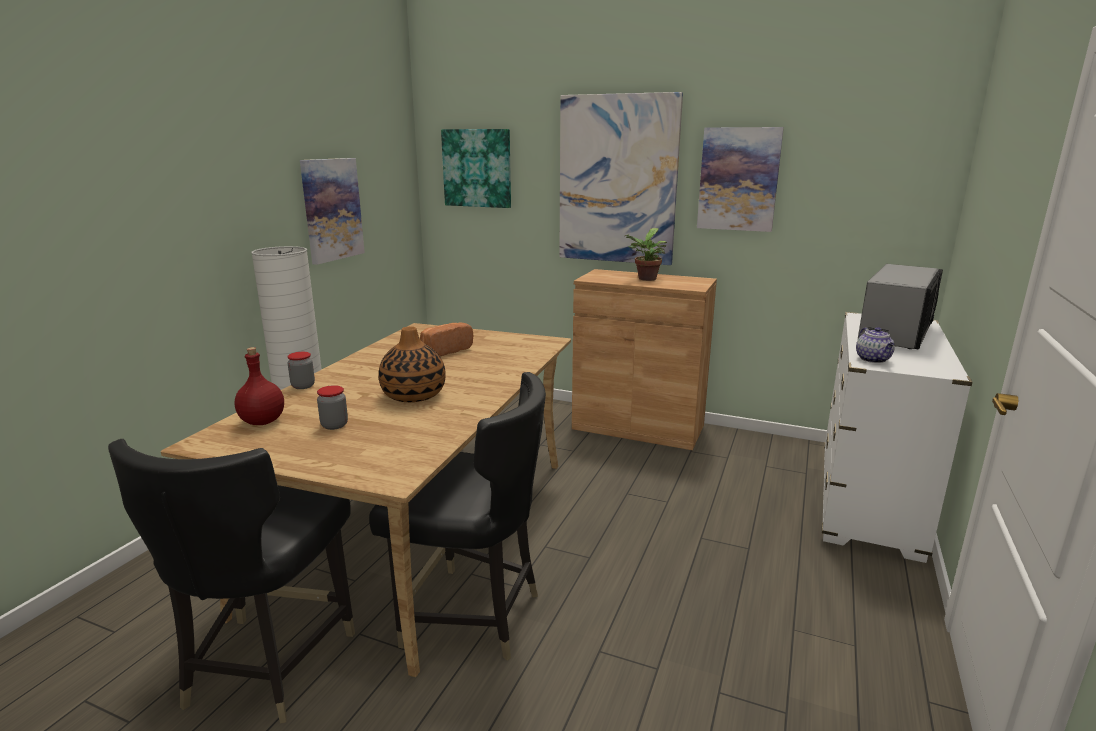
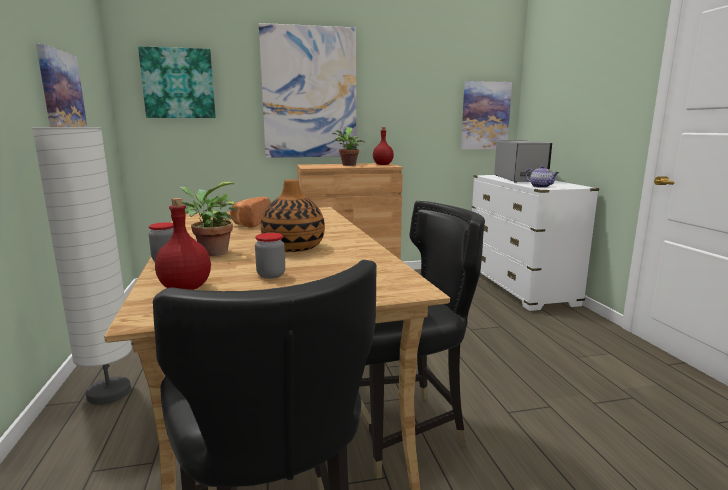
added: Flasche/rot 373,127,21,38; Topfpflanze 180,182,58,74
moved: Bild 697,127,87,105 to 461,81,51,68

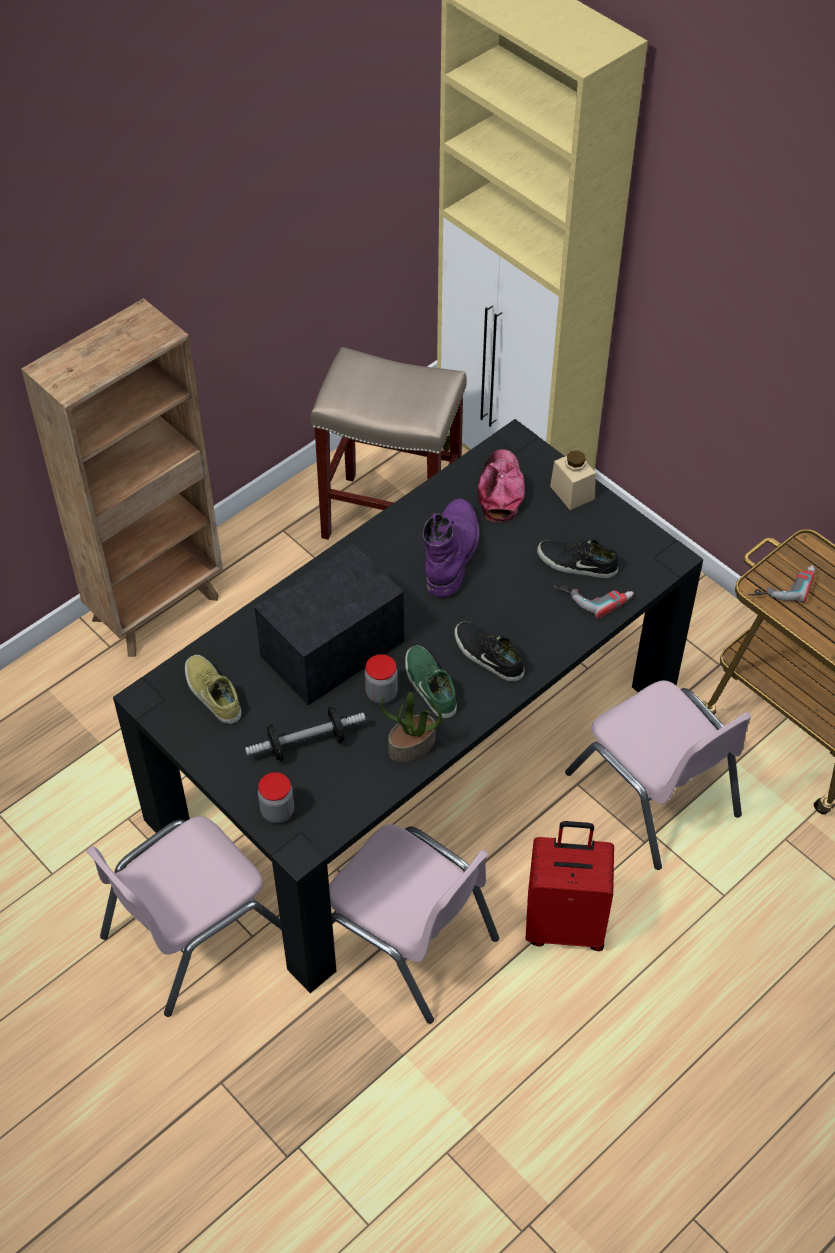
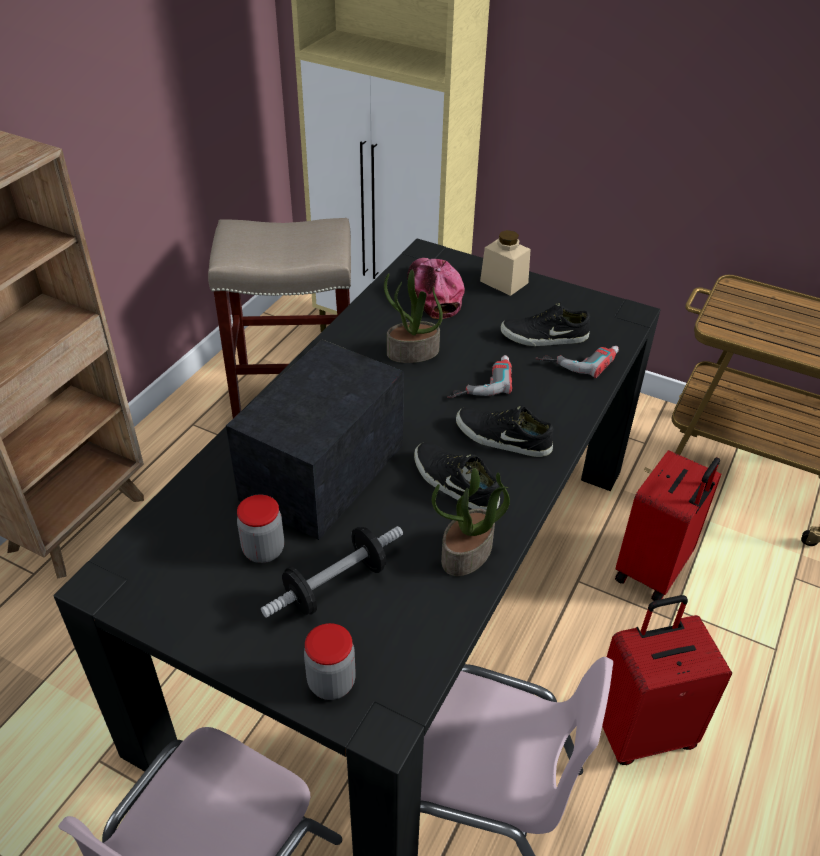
removed: Schuh/beige 185,655,56,69
moved: Bohrmaschine 748,565,67,38 to 447,355,65,43; Vorratsglas 365,654,33,50 to 237,495,47,68
replaced: Stiefel/lila 422,499,58,98 to Topfpflanze 384,270,59,93; Stuhl/rosa 565,681,187,189 to Koffer/rot 615,450,106,151
recoloured: Schuh/grün 405,645,52,73 to Schuh/schwarz 414,442,86,68

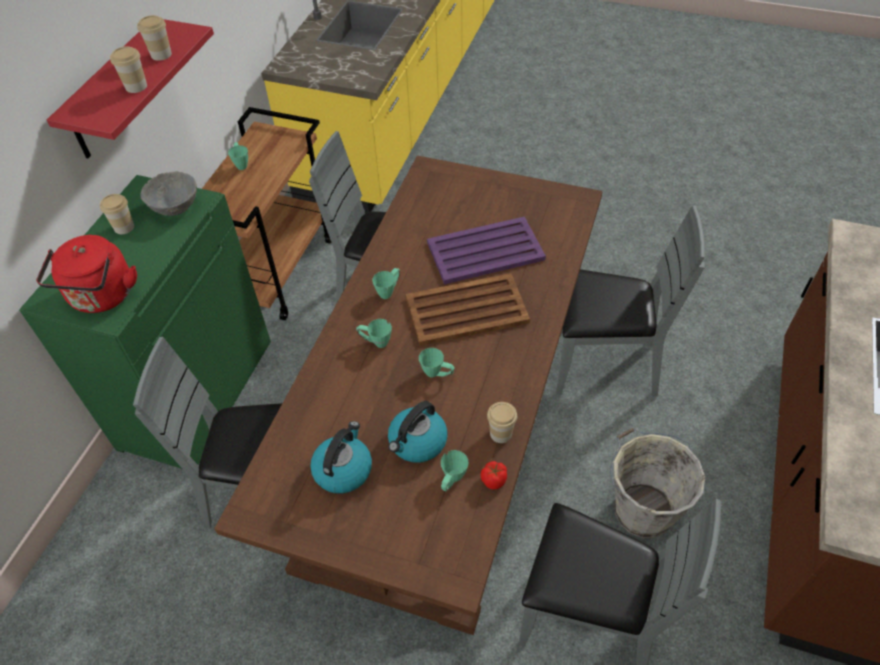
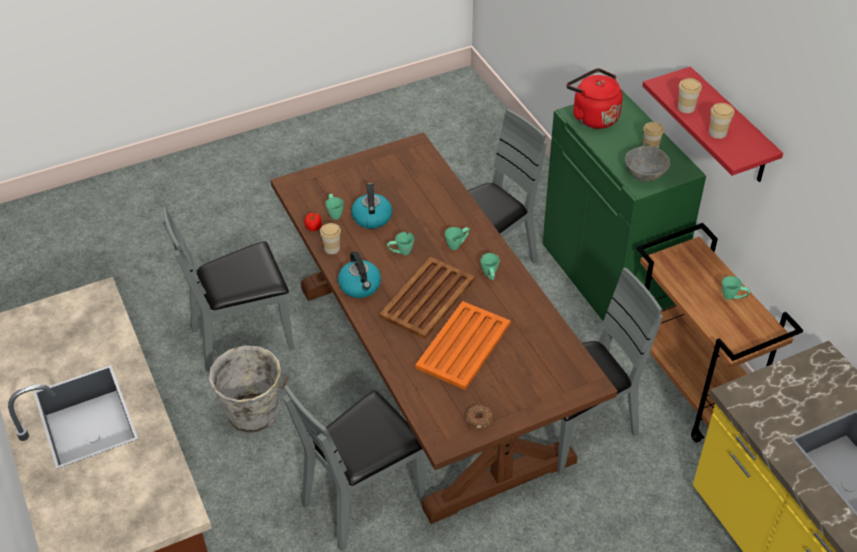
added: Donut 466,404,27,24
moved: Wasserkessel 310,421,62,73 to 338,251,43,47
recoloured: Tablett/lila 427,216,119,68 to Tablett/orange 415,301,96,89

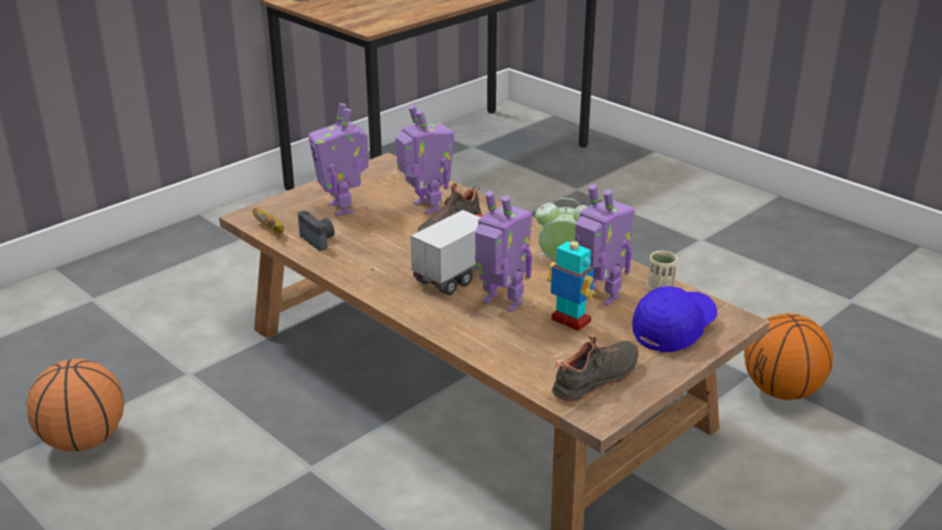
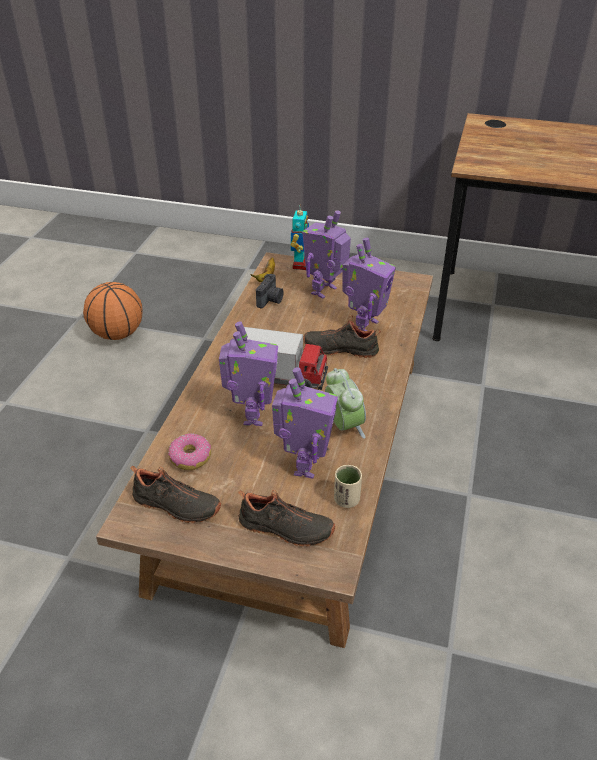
removed: Basketball 744,313,89,87
added: Donut 168,433,43,37
moved: Spielzeugroboter 547,233,49,98 to 291,205,18,65
replaced: Kappe/blau 632,286,86,66 to Schuh/schwarz 238,490,97,57

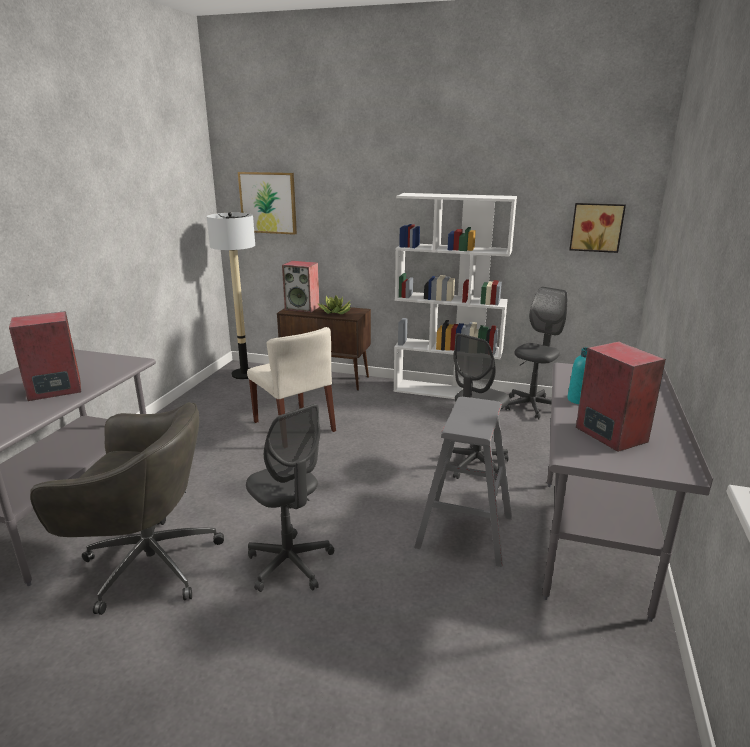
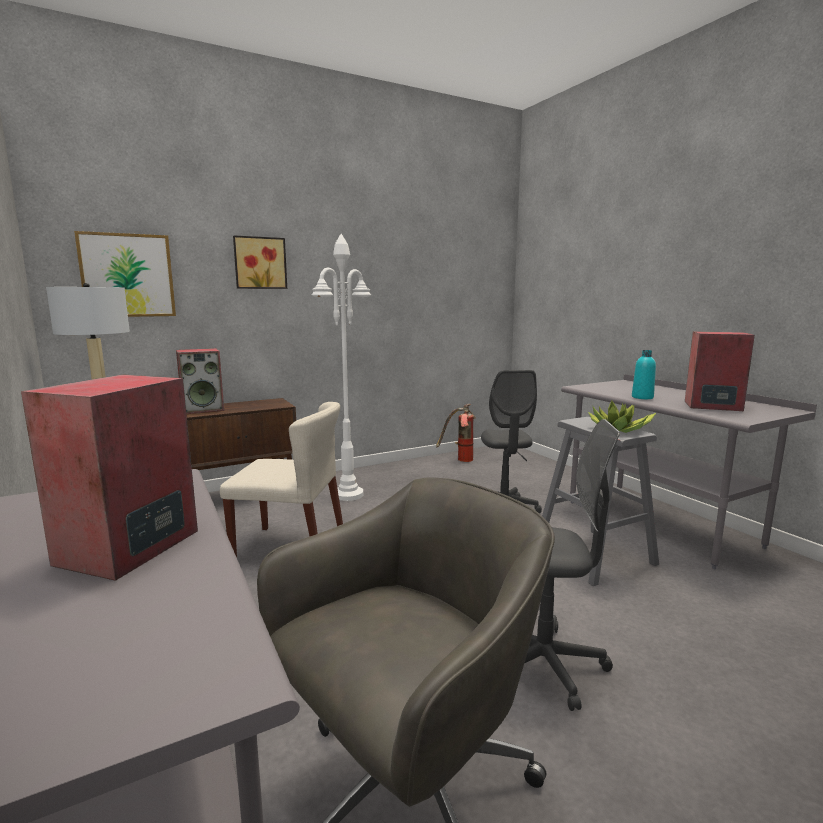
removed: Bücherregal/weiß 394,193,123,206
added: Stehlampe/weiß 312,234,59,267
moved: Bild 569,203,57,50 to 233,235,54,54; Topfpflanze 318,295,33,19 to 588,401,68,32
replaced: Bürostuhl/grau 505,287,63,133 to Feuerlöscher 436,404,40,58

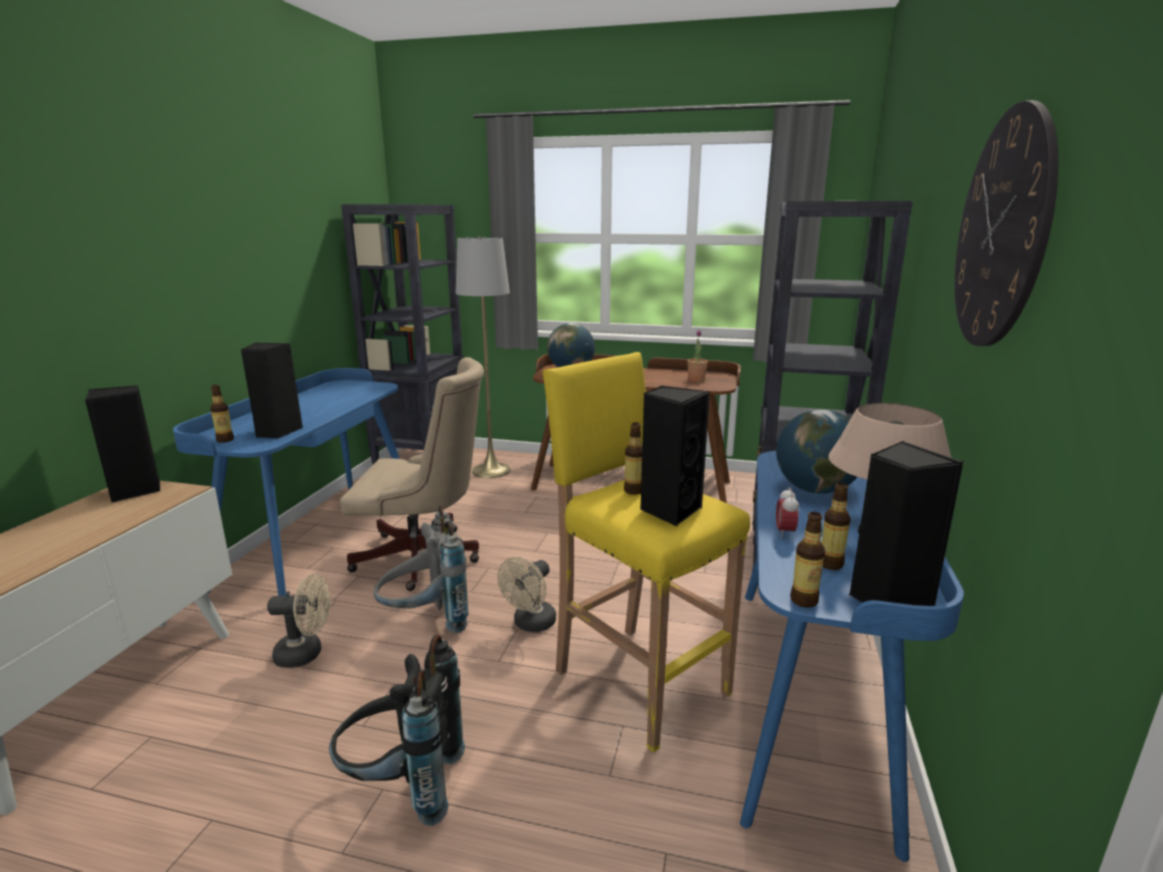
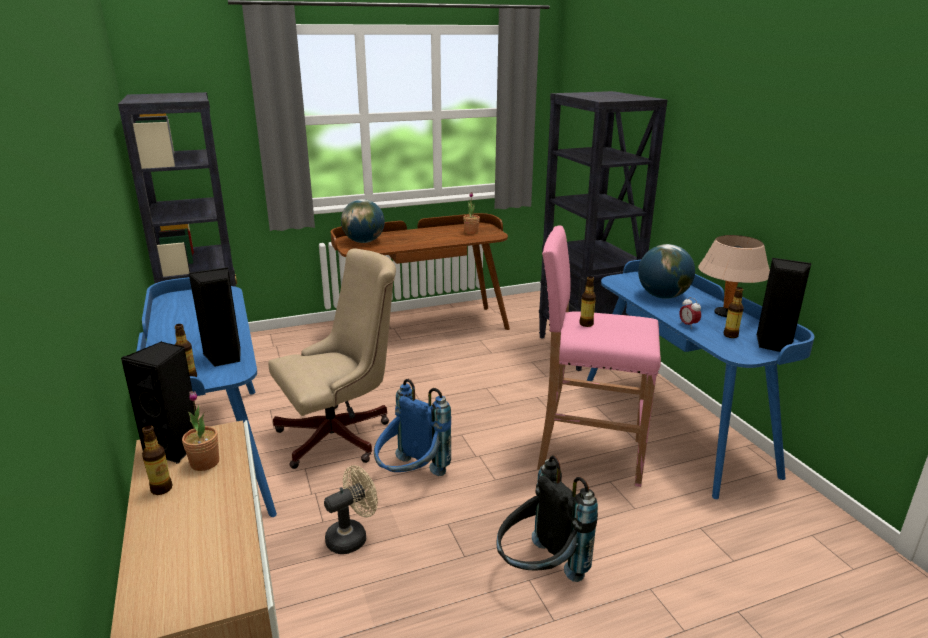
removed: Wanduhr 955,100,103,246; Stehlampe/grau 455,236,56,242; Lautsprecher/schwarz 640,386,70,140; Ventilator/beige 497,557,59,75
added: Topfpflanze 182,391,37,80
moved: Flasche 790,512,35,96 to 142,425,31,70
recoloured: Hocker/gelb 542,352,208,401 to Hocker/rosa 537,225,124,262; Rucksack/grau 374,505,95,128 to Rucksack/blau 374,379,77,97

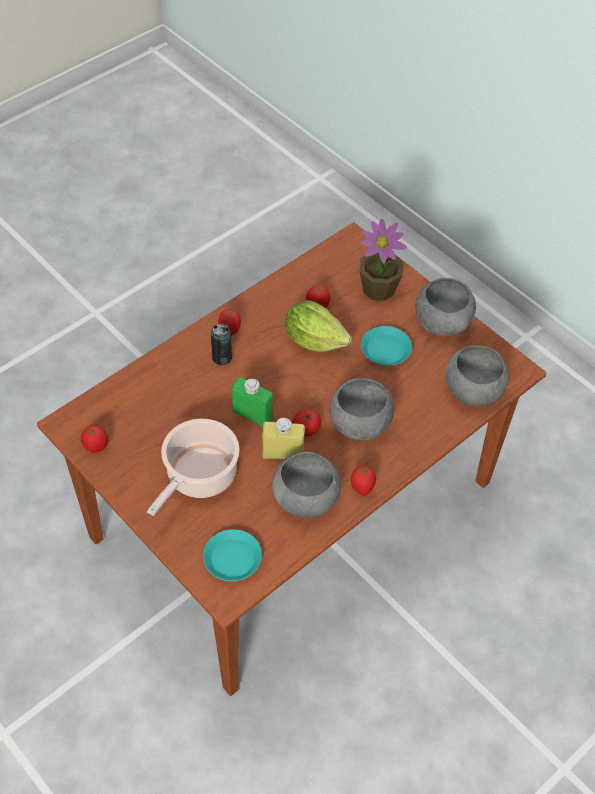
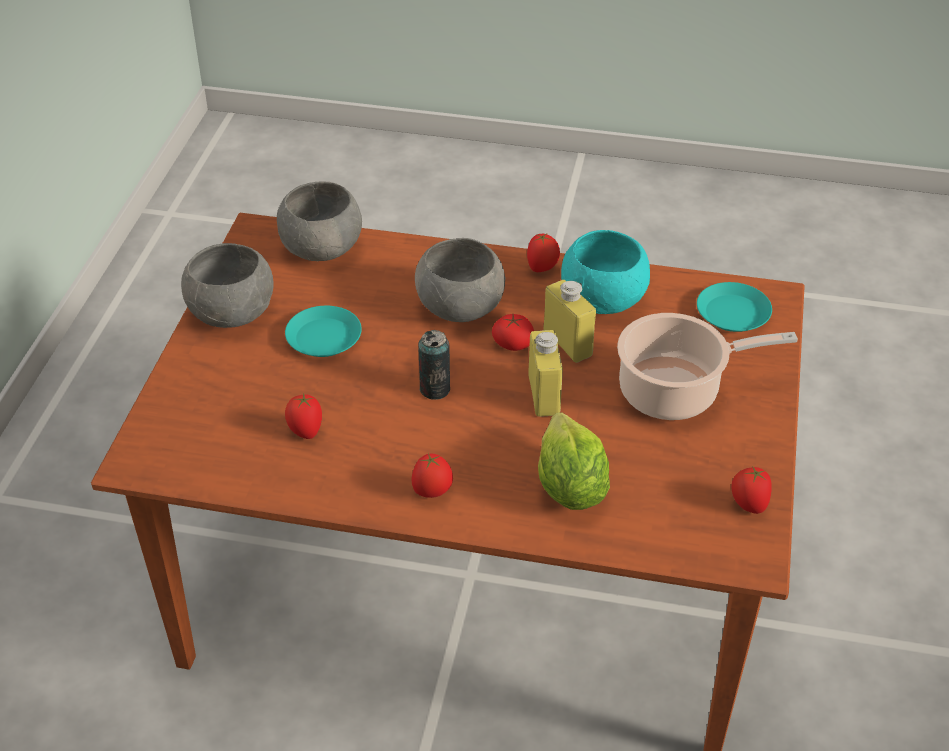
removed: Topfpflanze 359,219,48,82
moved: Salatkopf 285,300,67,52 to 538,412,72,98; Dose 211,324,21,42 to 418,330,32,70
recoloured: Flasche/grün 231,377,42,50 to Flasche/gelb 528,330,35,87; Schüssel/grau 272,451,69,67 to Schüssel/türkis 561,230,89,84

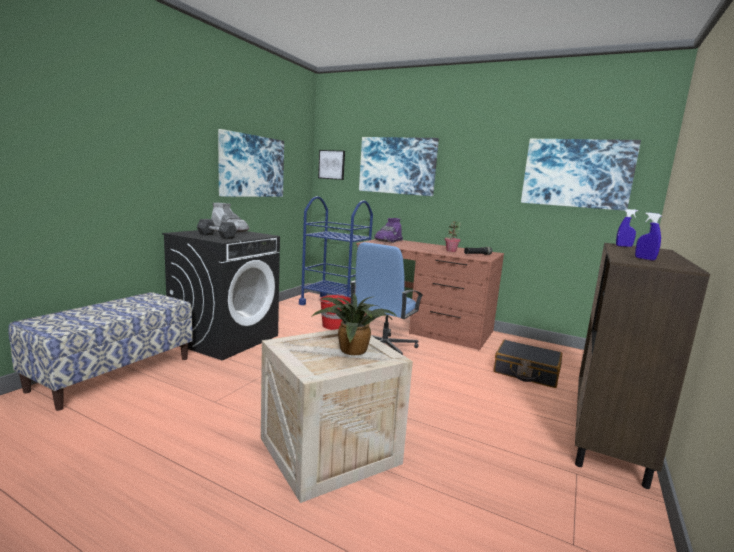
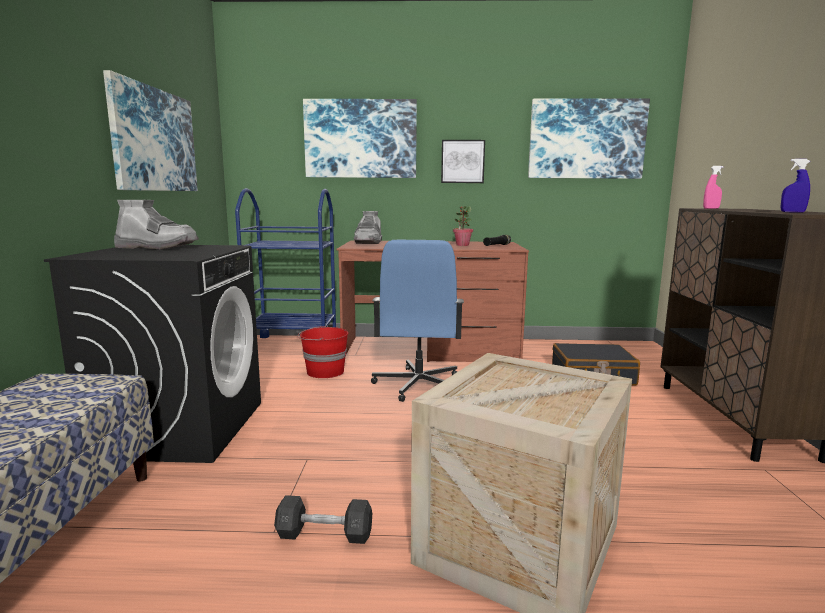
removed: Topfpflanze 311,294,87,61
moved: Bild 318,150,27,30 to 441,140,44,43; Hantel/grau 197,219,40,20 to 274,495,98,49
recoloured: Sprühflasche/blau 616,209,22,38 to Sprühflasche/rosa 703,166,21,43; Stiefel/lila 374,218,29,25 to Stiefel/grau 354,211,28,33

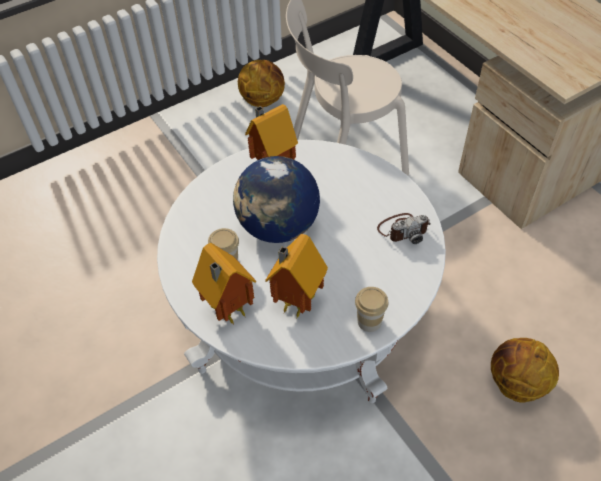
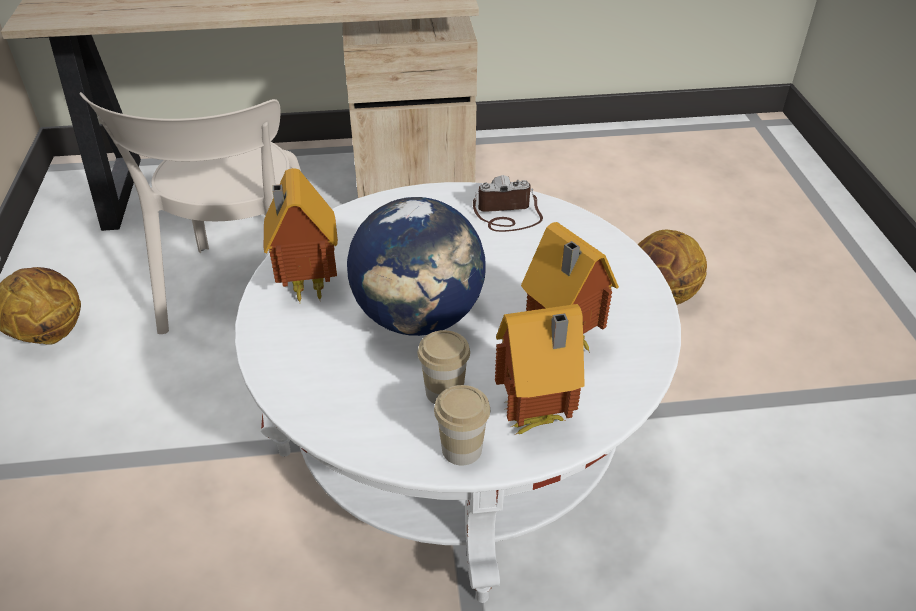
moved: Tasse 355,287,34,45 to 434,385,56,81
turned: Kamera 377,213,54,31 = 473,175,70,57 105 degrees counterclockwise

